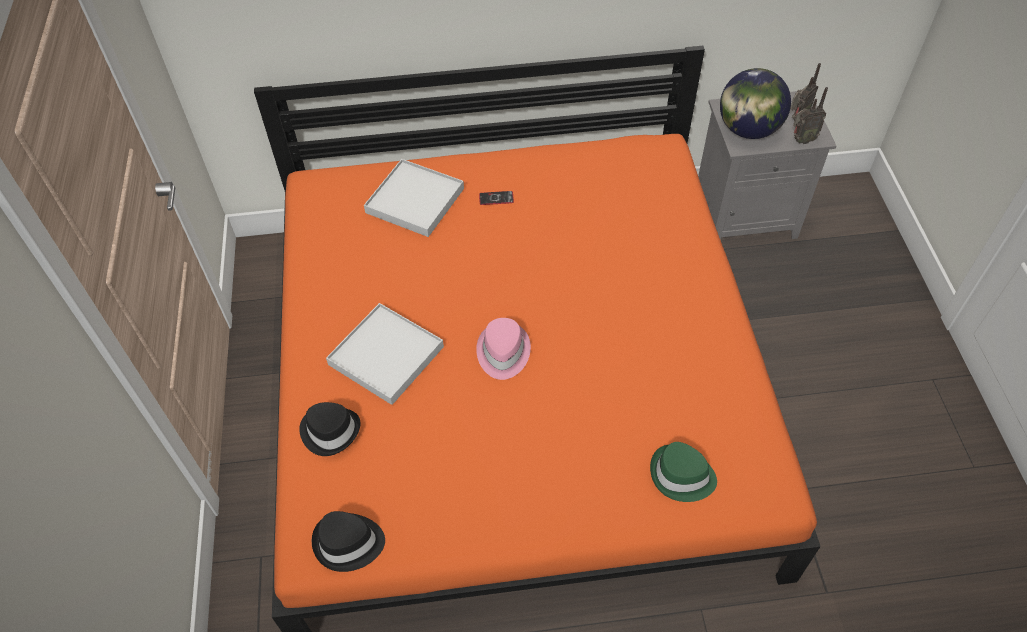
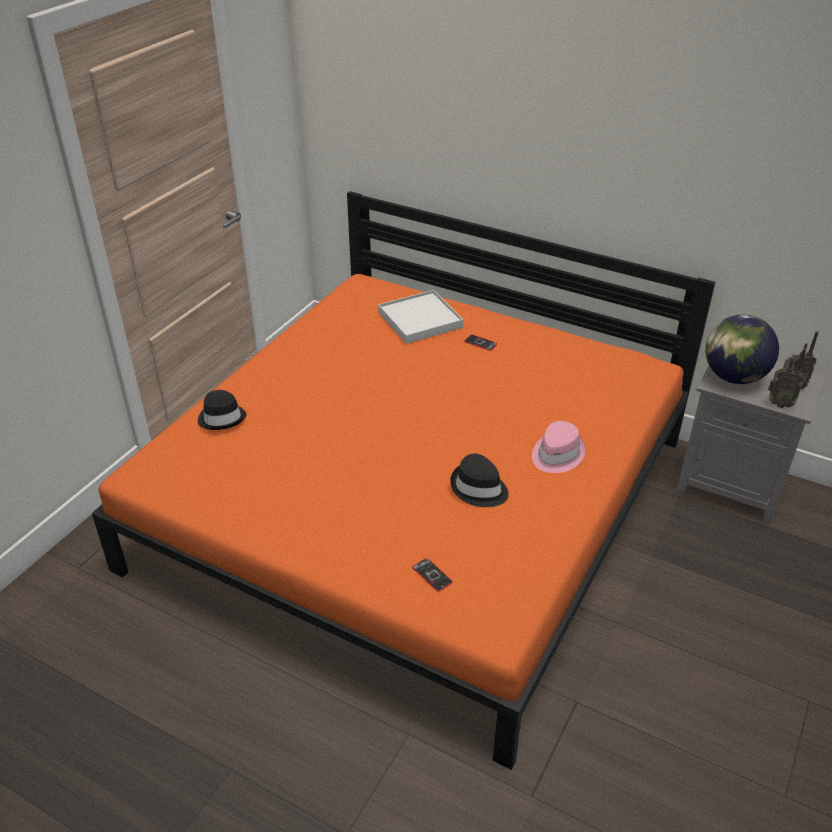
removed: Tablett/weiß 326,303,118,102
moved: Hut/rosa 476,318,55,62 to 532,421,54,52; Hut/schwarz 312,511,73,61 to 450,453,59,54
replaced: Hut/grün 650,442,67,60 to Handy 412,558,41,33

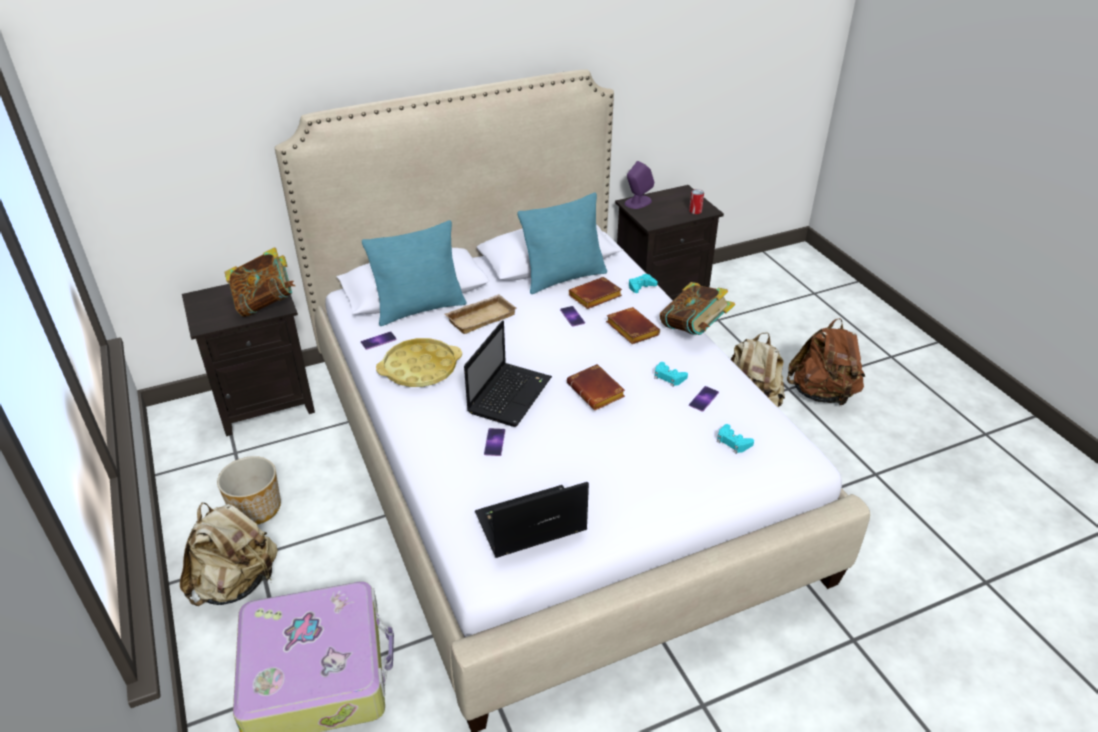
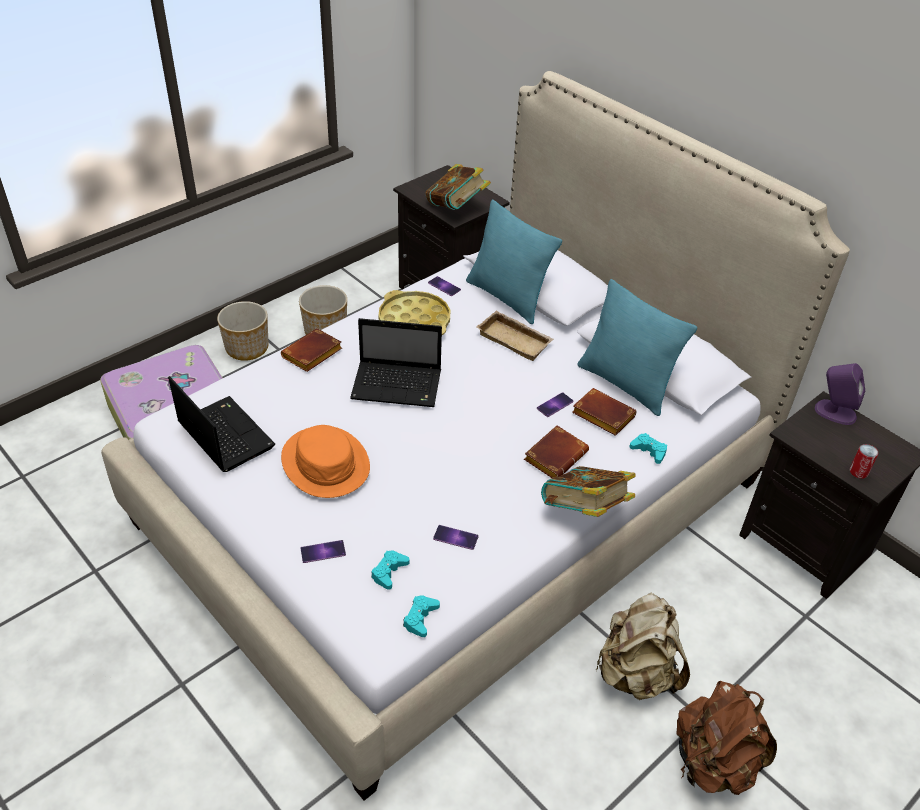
added: Hut/orange 281,425,89,73
moved: Gamepad/türkis 654,362,34,25 to 403,595,37,42; Buch/braun 567,364,58,46 to 281,328,61,44; Handy 484,428,21,28 to 301,540,45,23
replaced: Rucksack/beige 180,503,98,103 to Pflanzkübel 217,301,52,60

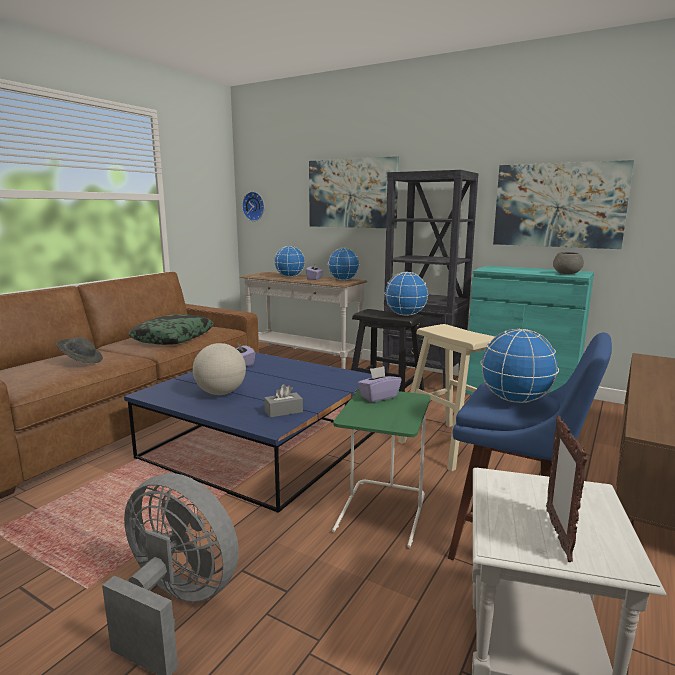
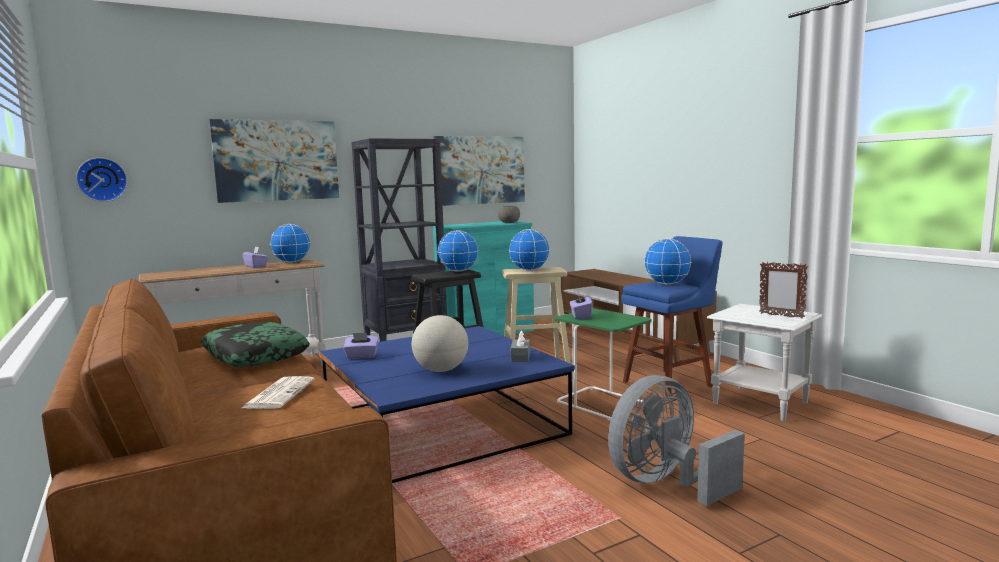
moved: Globus 274,246,31,31 to 509,229,41,42
replaced: Hut/grau 56,337,47,26 to Zeitung 240,376,75,33

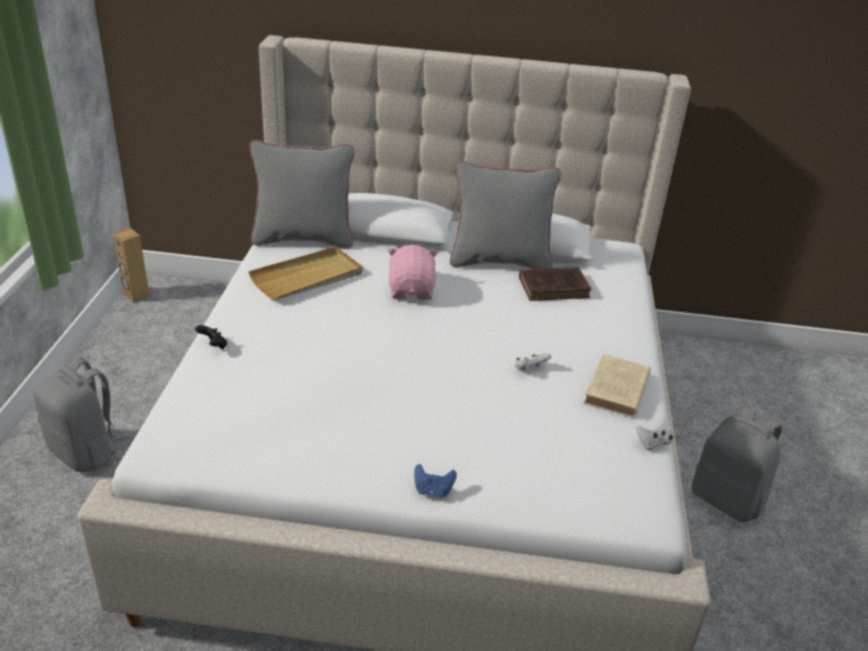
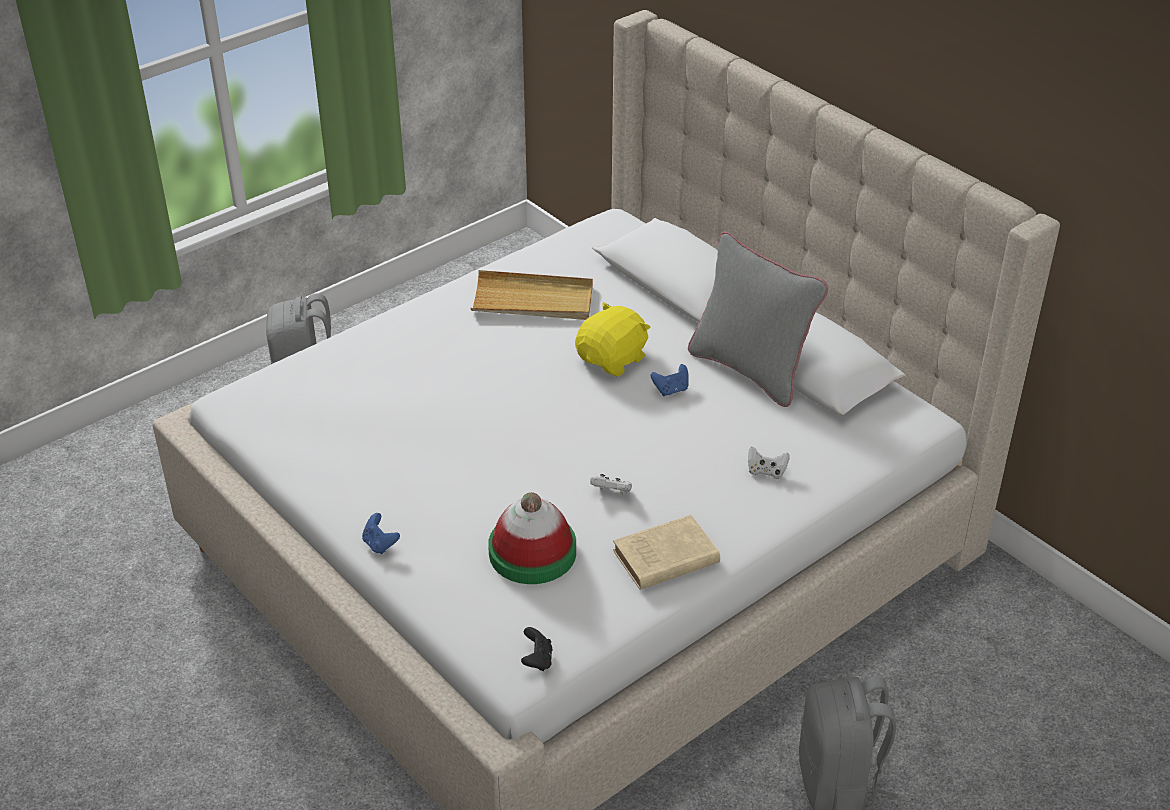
removed: Kissen/grau 250,140,105,109; Lautsprecher/braun 113,228,37,75; Buch/braun 519,267,73,34
added: Gamepad/blau 651,364,38,32; Hut 488,492,88,92
moved: Gamepad/schwarz 195,325,33,24 to 521,627,32,44; Gamepad/weiß 636,417,37,33 to 748,446,42,33
recoloured: Plüschtier/rosa 387,245,52,55 to Plüschtier/gelb 575,302,76,75

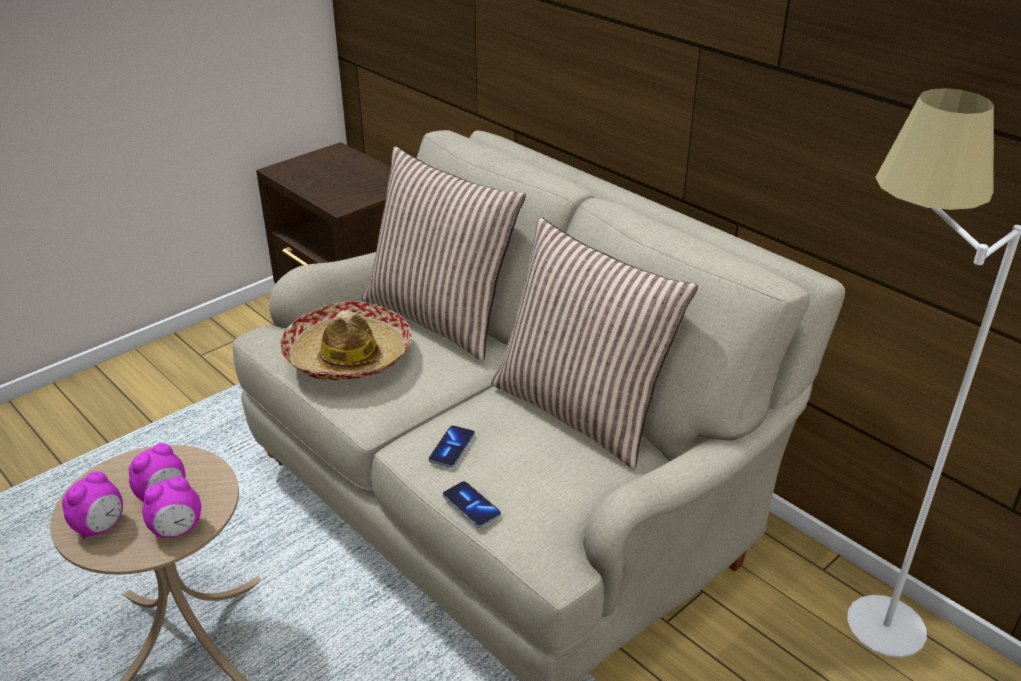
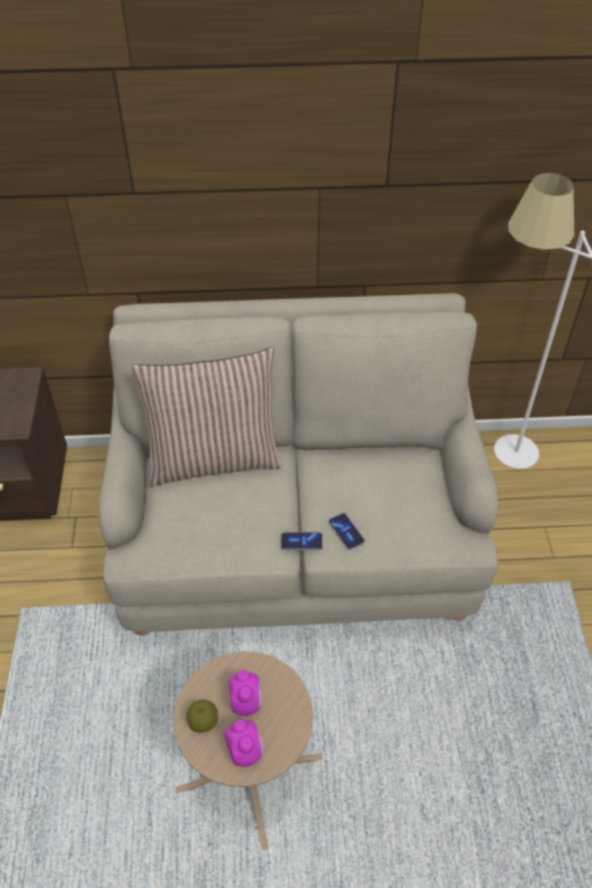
removed: Kissen 491,217,207,252; Hut 280,301,132,79; Wecker 142,476,59,62
added: Apfel 186,700,32,33
moved: Handy 443,481,58,47 to 281,532,42,18

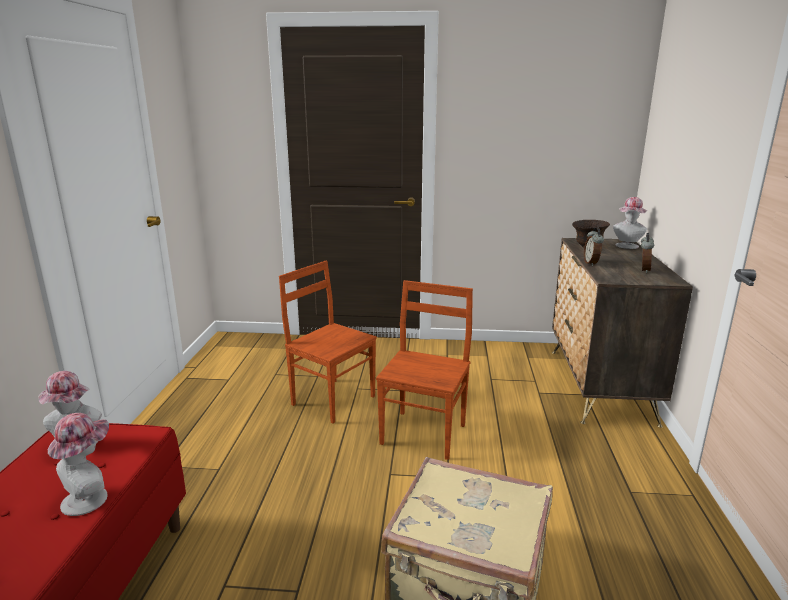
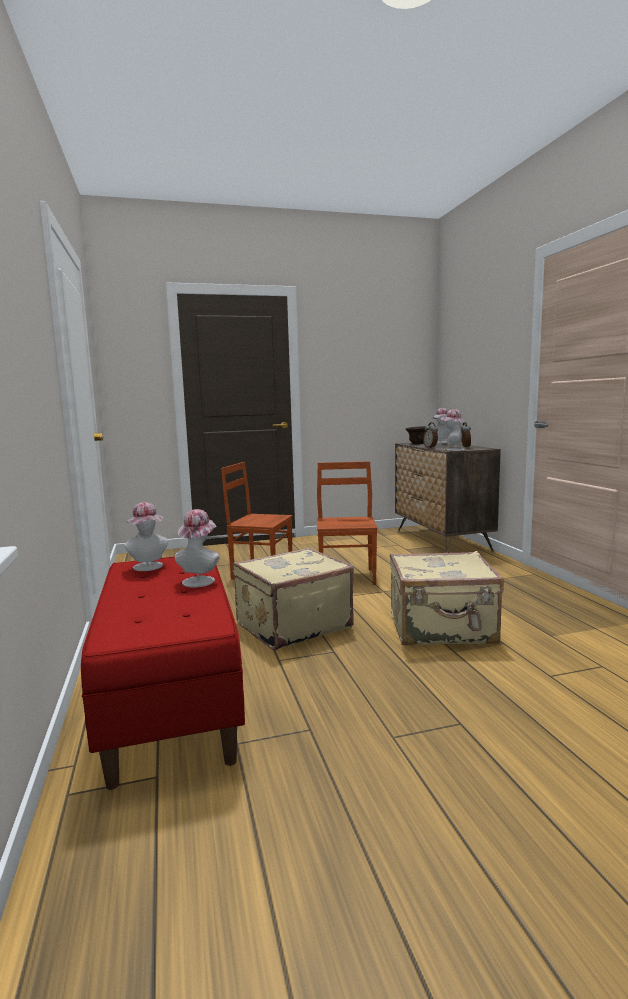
added: Hut 441,409,24,42; Koffer/beige 233,547,121,103

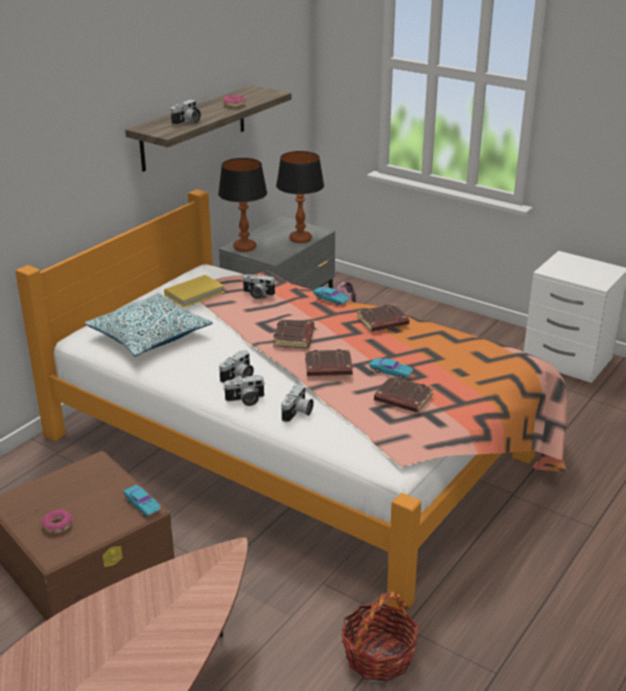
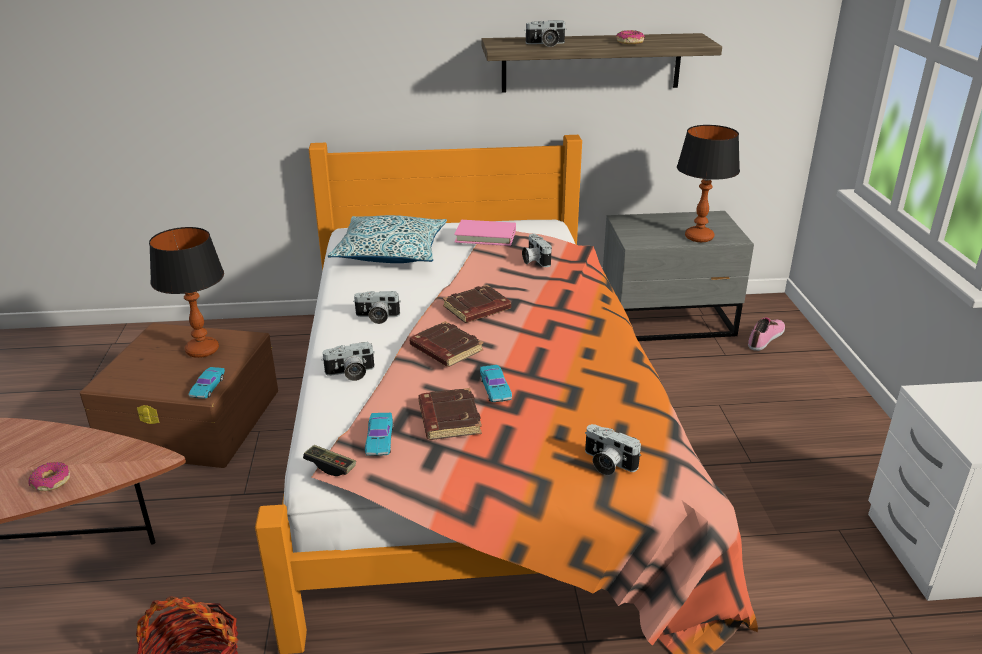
removed: Buch/braun 357,304,52,28
added: Gamepad 303,445,53,31
moved: Tischlampe 218,158,49,94 to 149,227,75,131; Spielzeugauto/türkis 313,287,37,19 to 365,413,28,43; Kamera 223,375,41,31 to 585,424,56,51; Donut 41,509,31,24 to 28,462,42,29
recoloured: Buch/gelb 164,275,61,33 to Buch/rosa 454,220,62,26

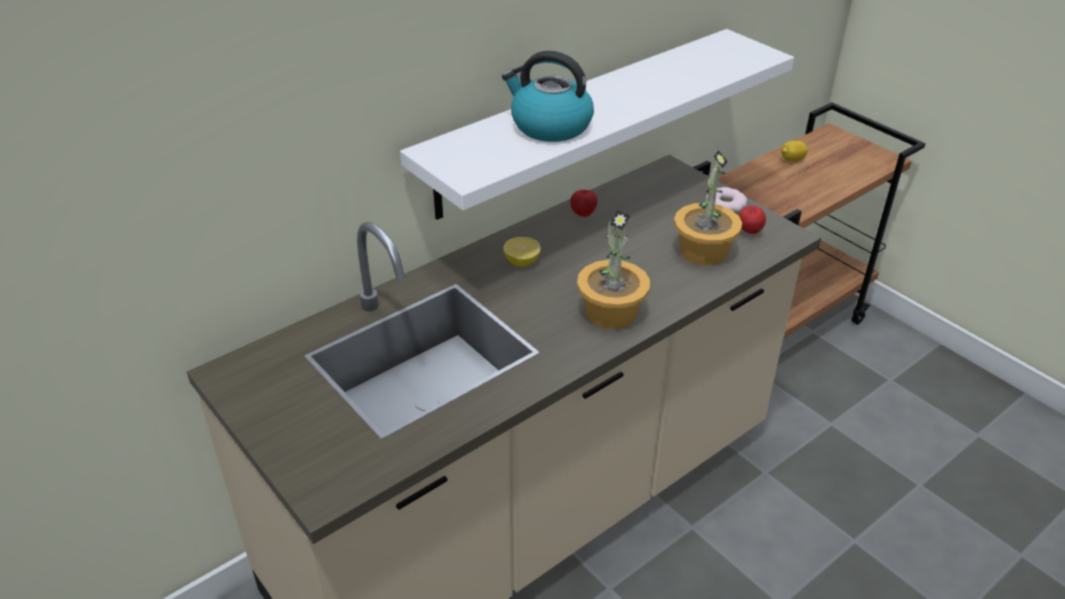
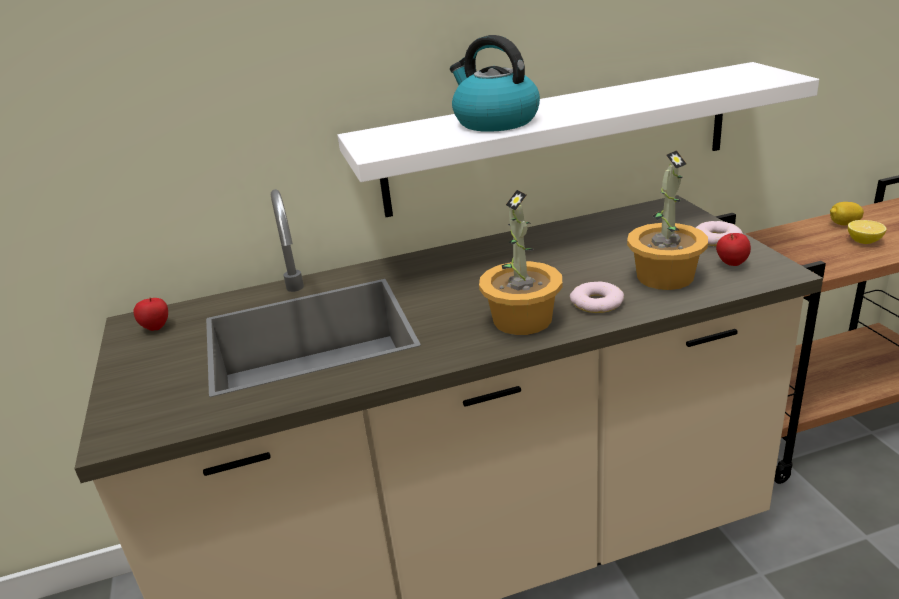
added: Donut 570,282,54,31
moved: Apfel 570,190,28,27 to 133,298,35,33; Zitrone 503,237,38,29 to 848,220,39,24

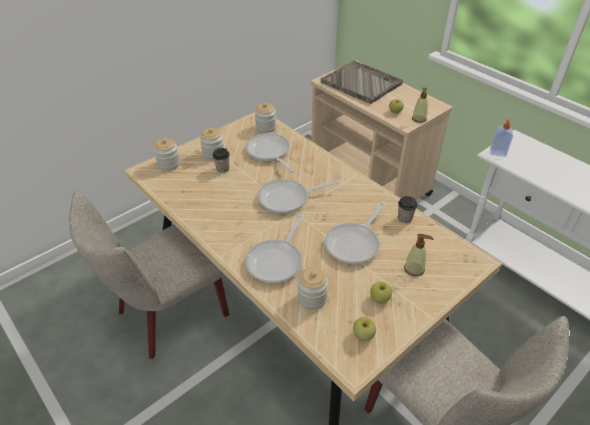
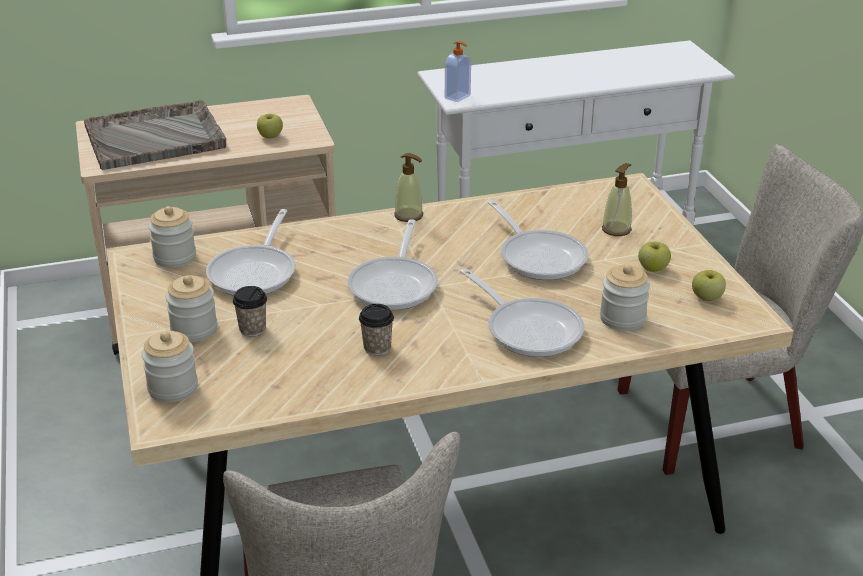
moved: Seifenspender 412,88,16,35 to 394,153,29,69; Tasse 398,196,19,28 to 359,304,35,52
turned: Pfanne 245,133,48,40 = 206,209,90,87 75 degrees counterclockwise

